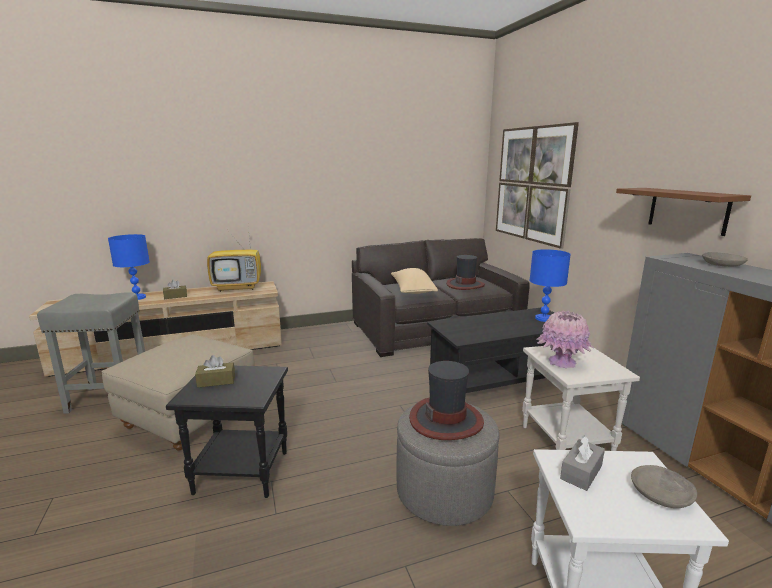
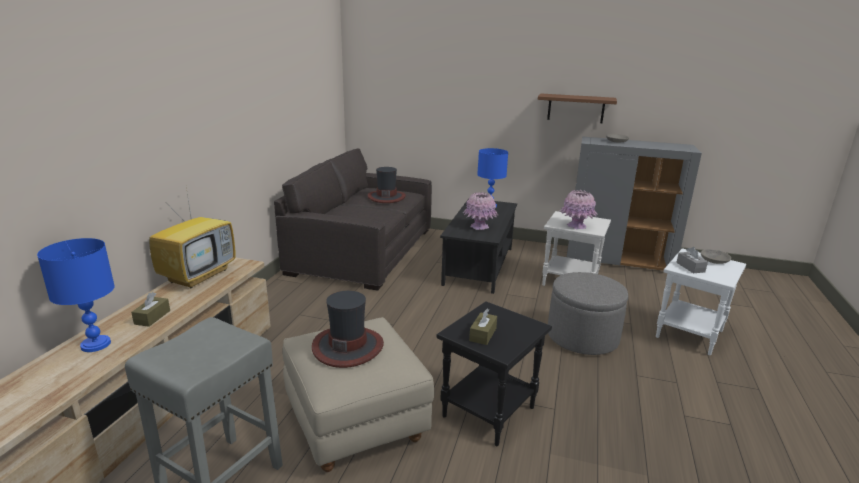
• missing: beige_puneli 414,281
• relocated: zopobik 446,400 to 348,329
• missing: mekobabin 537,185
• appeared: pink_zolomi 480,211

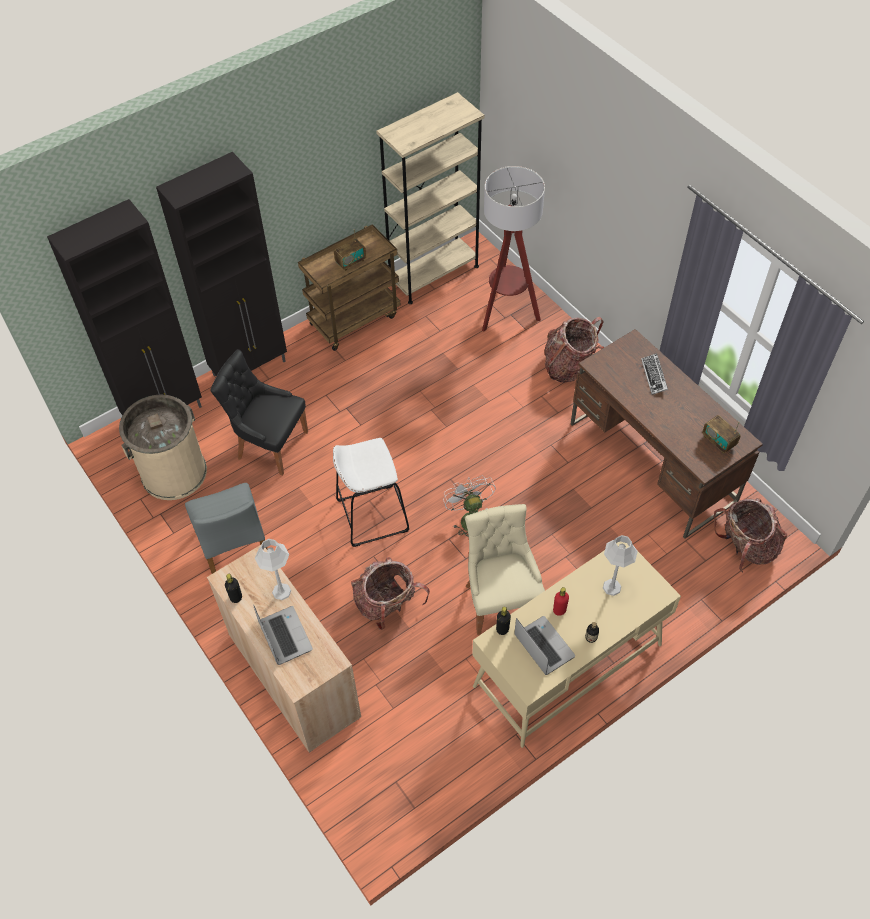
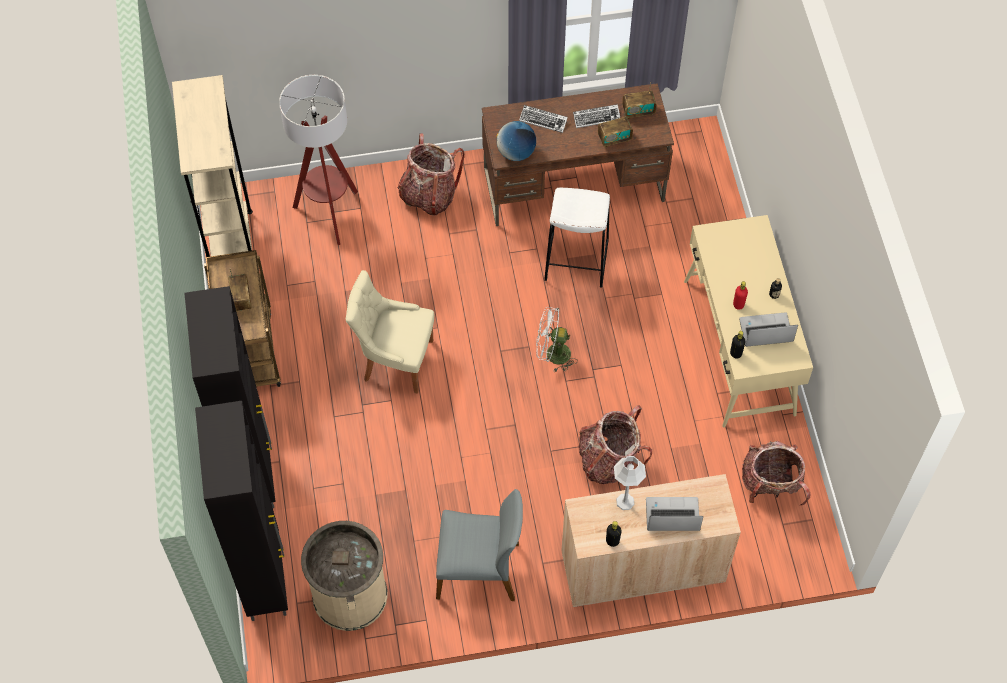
• missing: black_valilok 259,412
• relocated: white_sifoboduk 371,492 to 577,238
• relocated: beige_valilok 505,569 to 390,332
• missing: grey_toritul 620,565
• relocated: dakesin 751,535 to 776,473
• appeared: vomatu 516,141
• appeared: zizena 596,116
• appeared: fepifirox 615,128

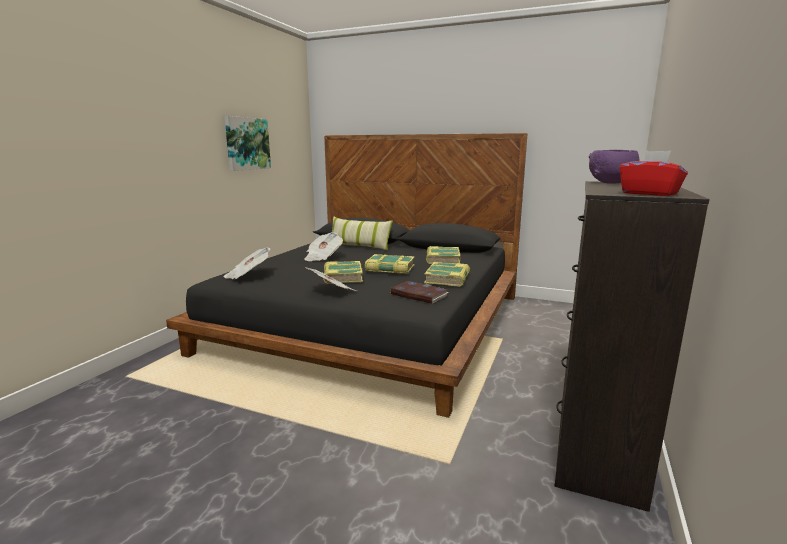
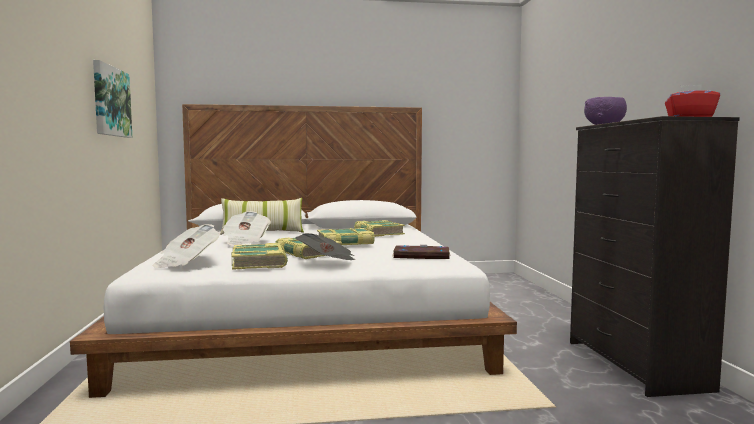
• colour: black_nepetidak 346,275 to white_nepetidak 293,251
• relocated: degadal 447,274 to 260,256

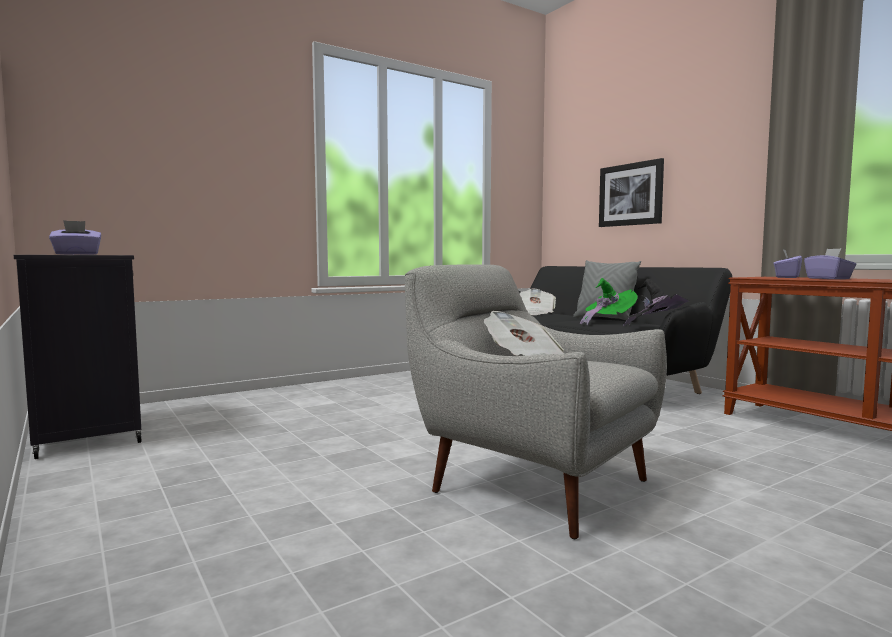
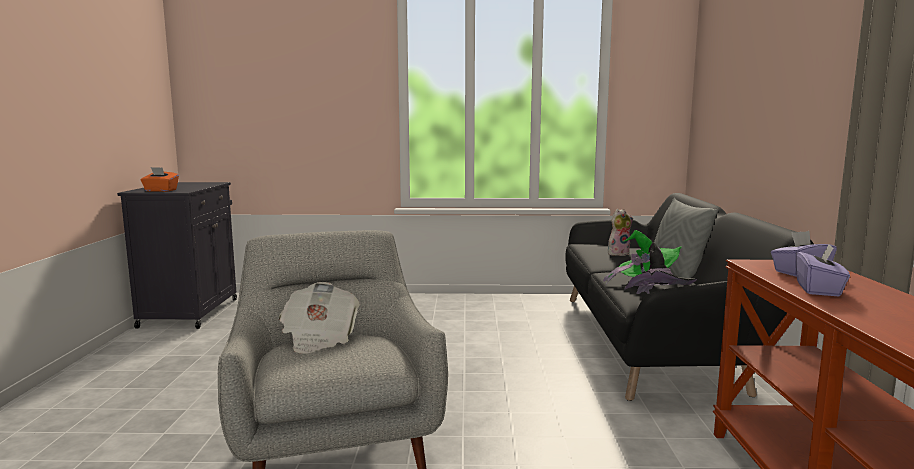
• colour: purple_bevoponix 75,237 to orange_bevoponix 159,179
• exchanged: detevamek 538,302 to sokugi 620,232
• missing: mekobabin 631,192

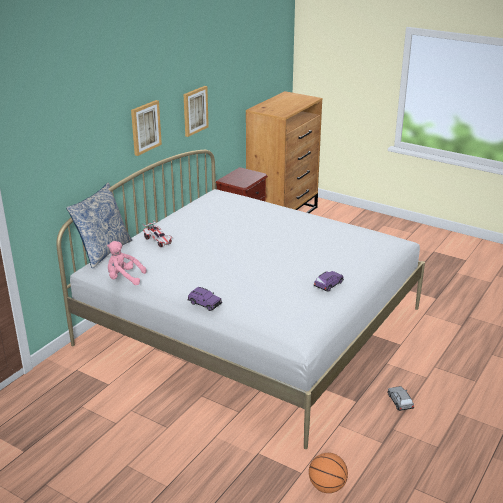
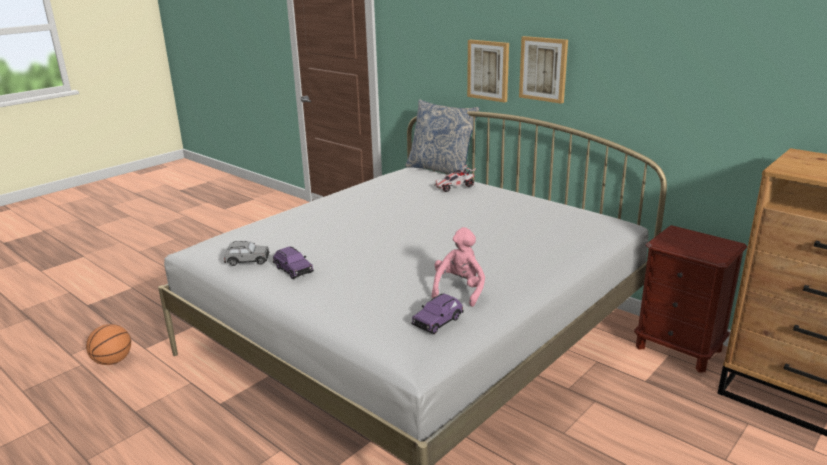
• relocated: pink_sokugi 126,263 to 458,267
• relocated: mekobabin 196,111 to 488,71
• relocated: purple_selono 204,299 to 437,313
• relocated: grey_selono 400,398 to 246,253

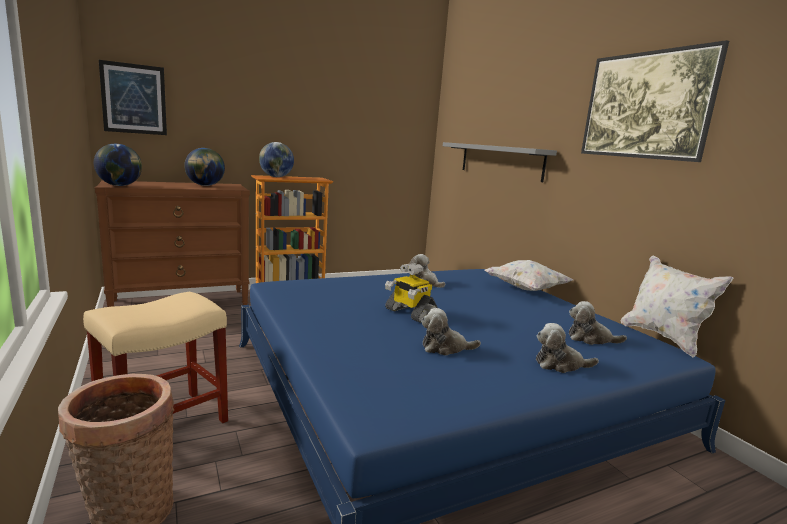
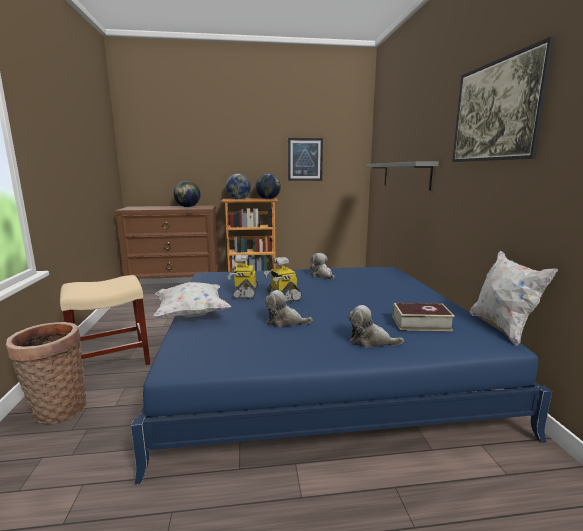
• relocated: vomatu 118,165 to 268,186
• relocated: mekobabin 133,97 to 305,159
• relocated: white_puneli 528,275 to 192,300
• exchanged: sokugi 598,323 to degadal 424,317
• appeared: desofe 243,277

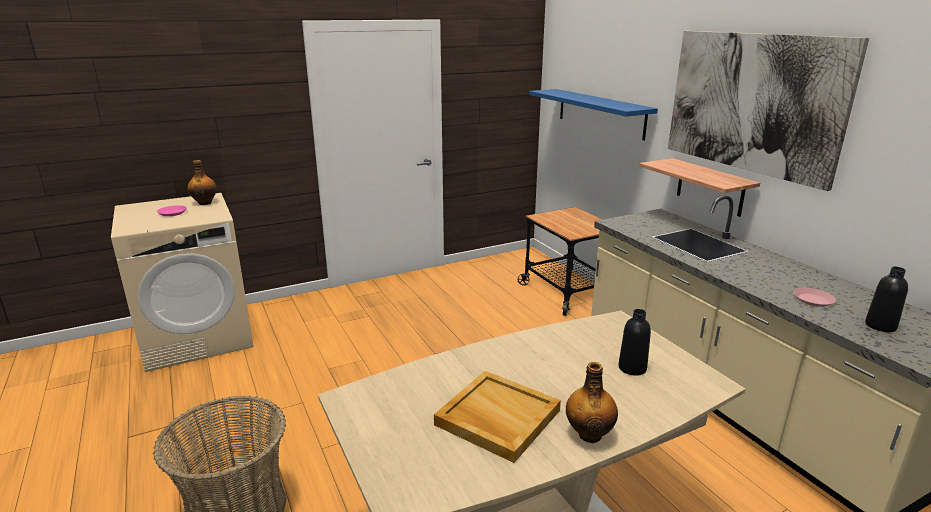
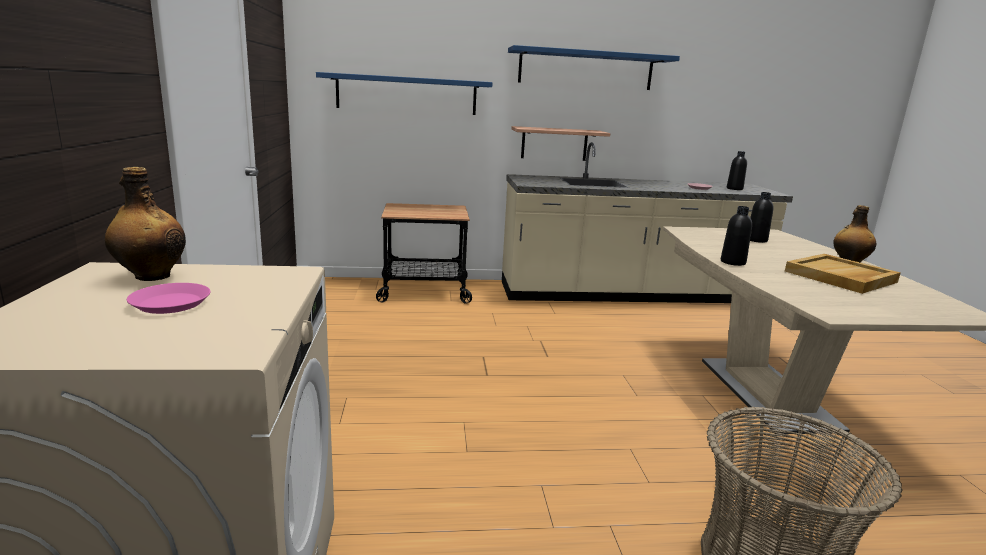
• exchanged: mekobabin 768,111 to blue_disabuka 594,67
• appeared: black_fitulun 736,236

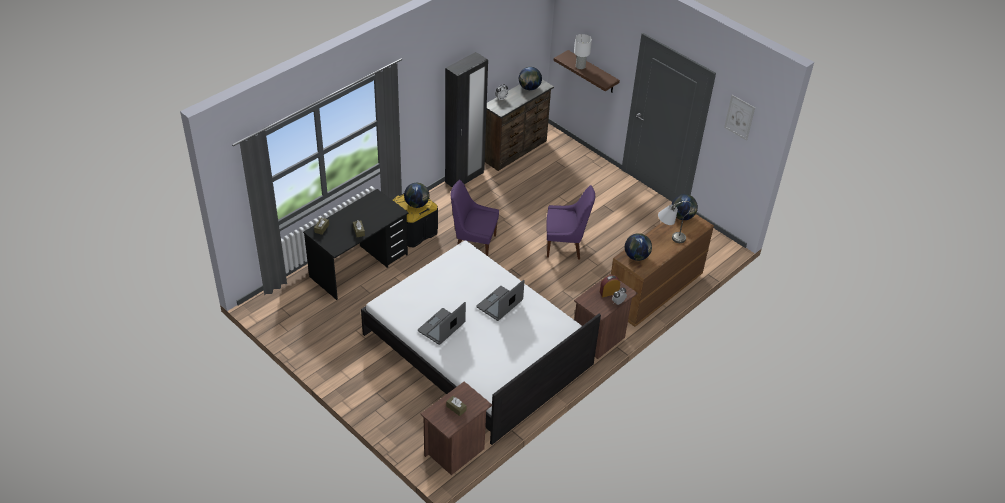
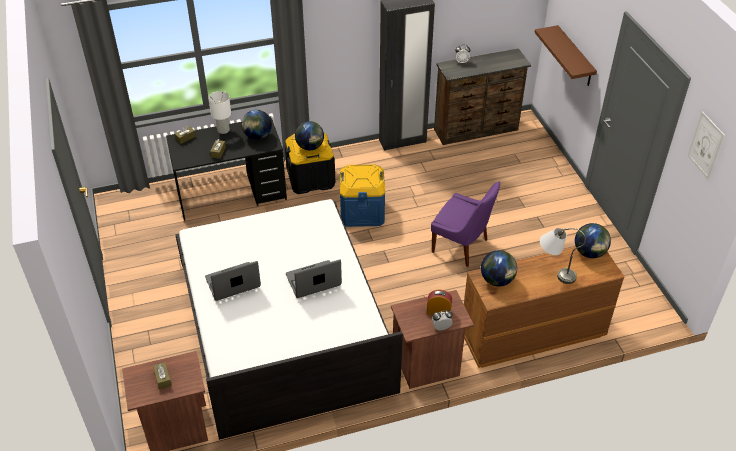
• exchanged: purple_valilok 475,218 to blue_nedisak 362,195
• relocated: vomatu 530,78 to 257,125
• relocated: white_toritul 583,51 to 219,112

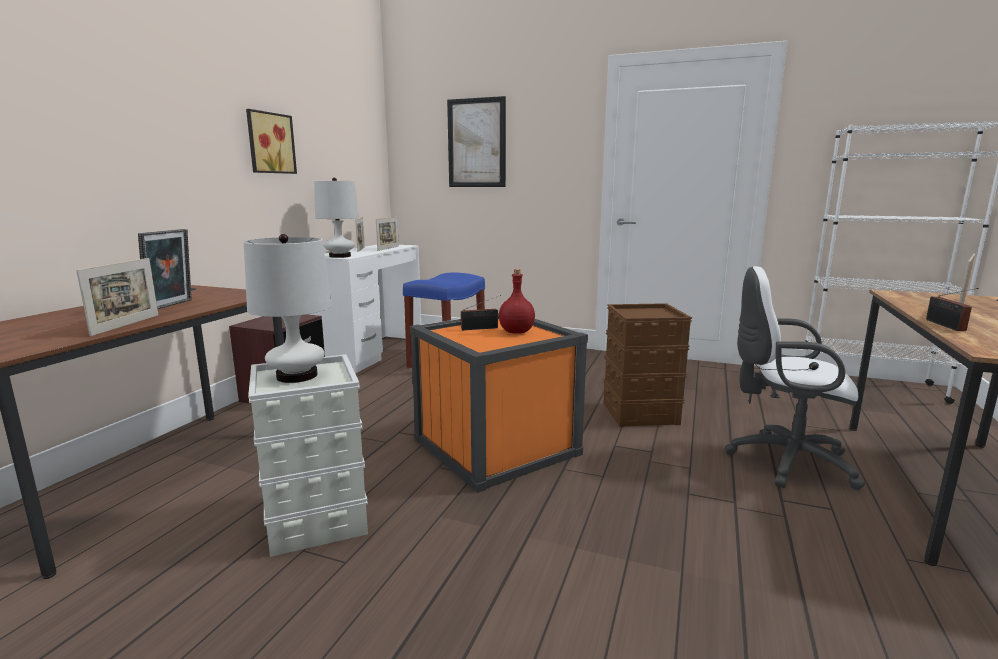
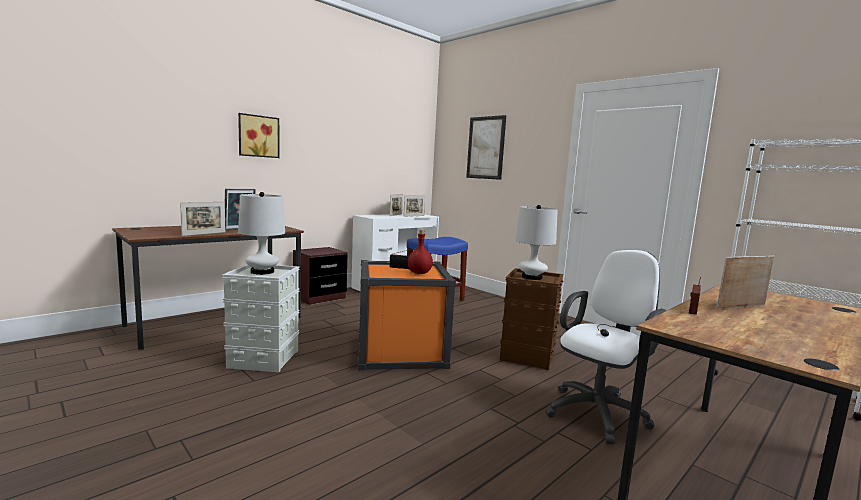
• relocated: mekobabin 271,141 to 259,135
• relocated: white_toritul 336,218 to 536,242
• spun: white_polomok 795,378 = 605,347 90 degrees clockwise

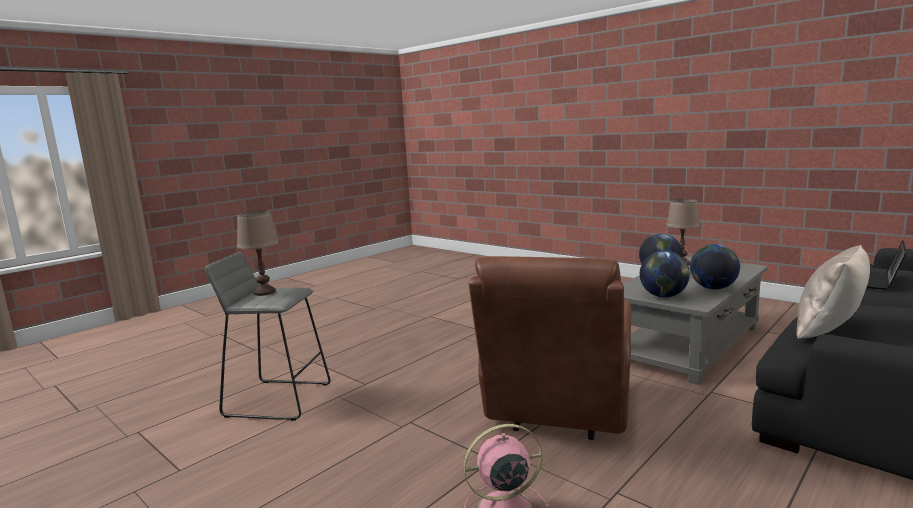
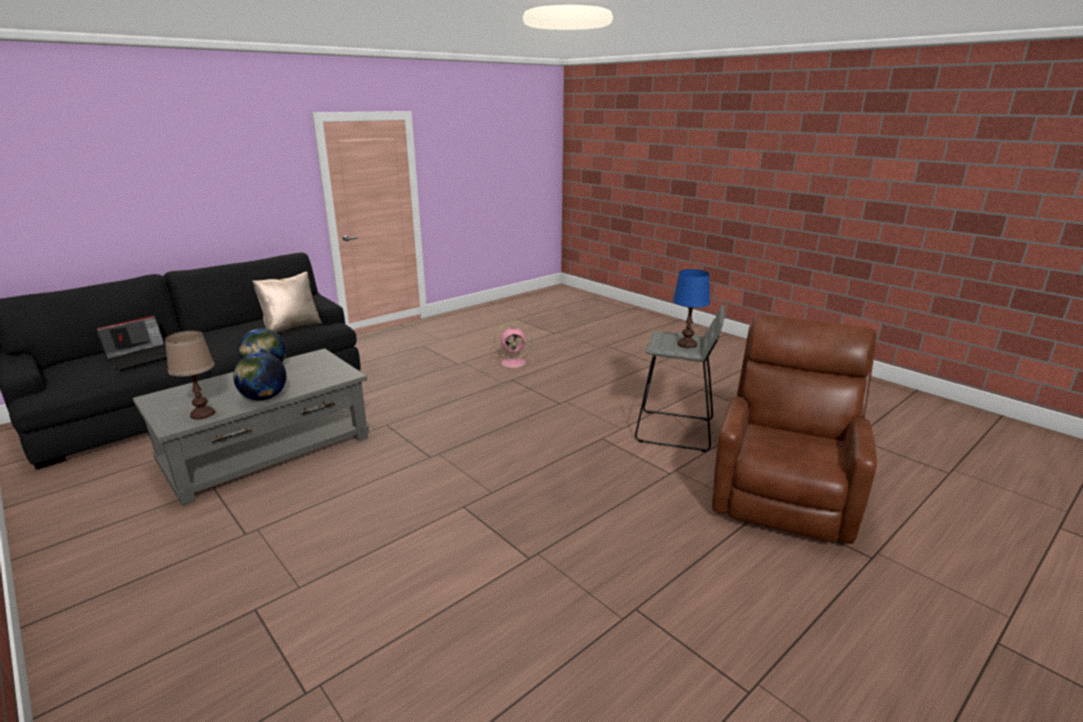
• colour: brown_toritul 258,253 to blue_toritul 691,308
• relocated: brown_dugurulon 550,348 to 794,429
• missing: vomatu 665,274

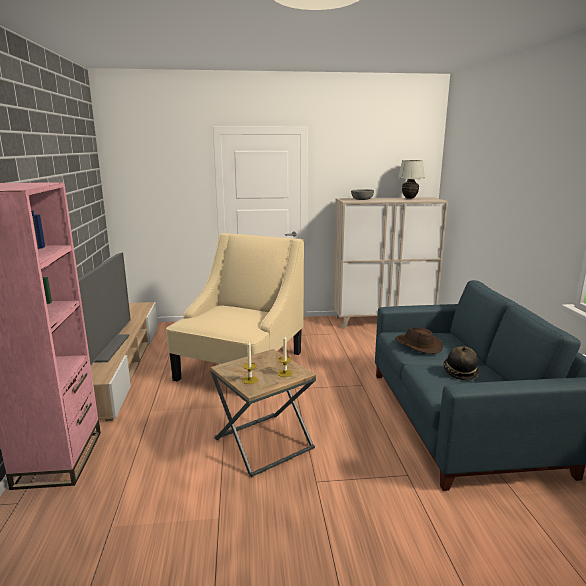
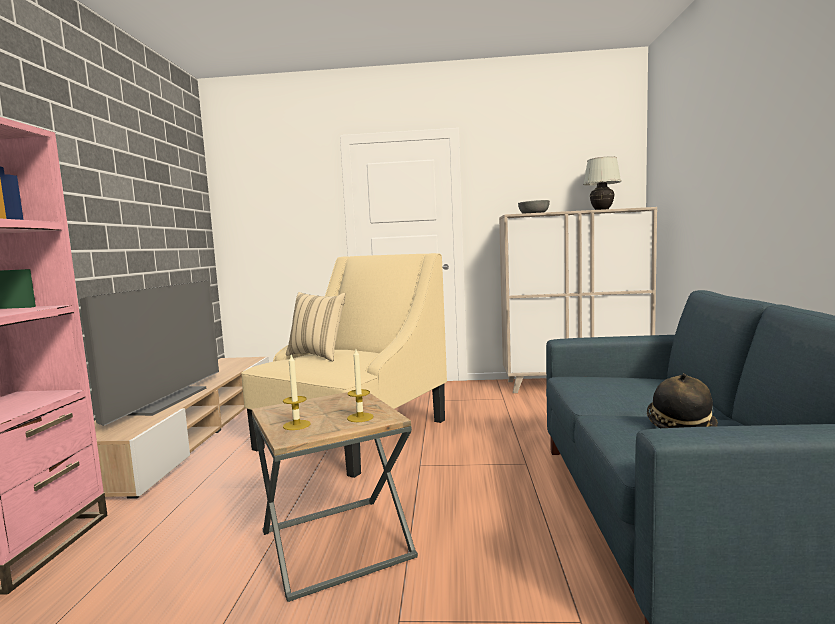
• missing: brown_zopobik 419,340
• appeared: beige_puneli 316,326

